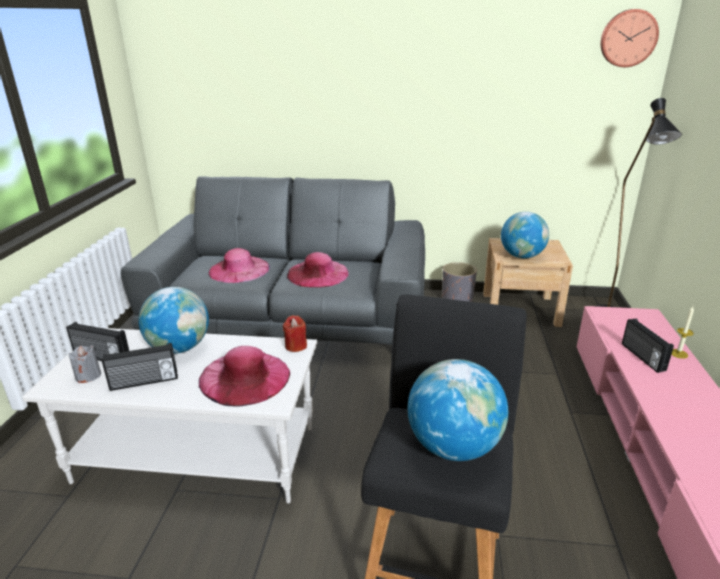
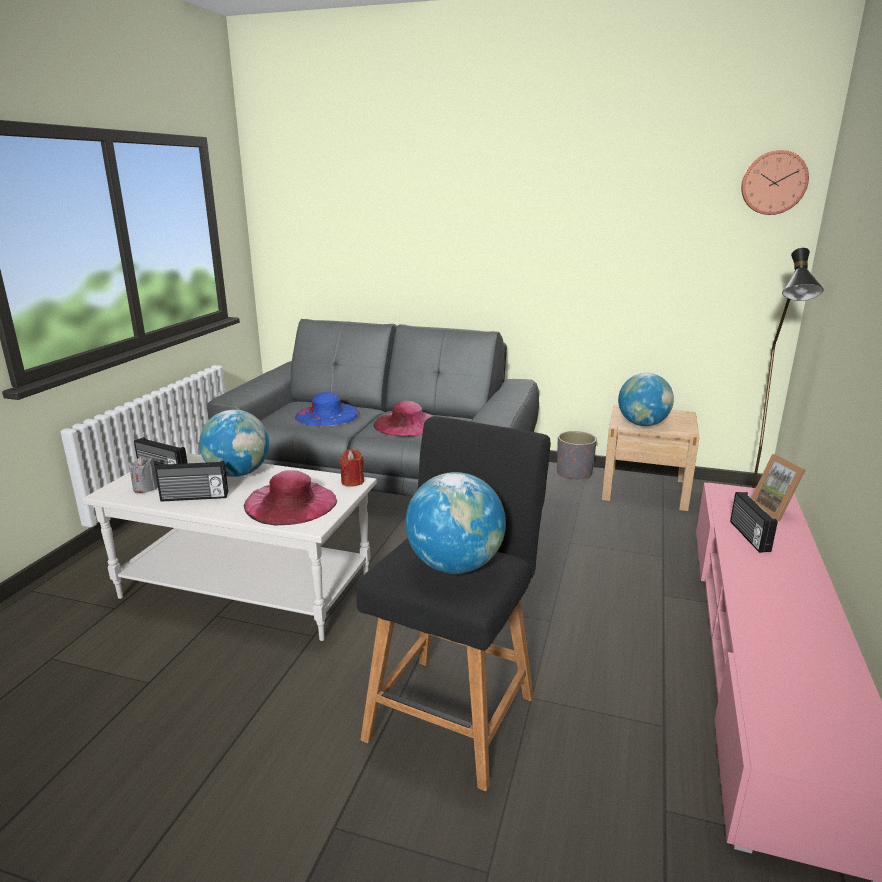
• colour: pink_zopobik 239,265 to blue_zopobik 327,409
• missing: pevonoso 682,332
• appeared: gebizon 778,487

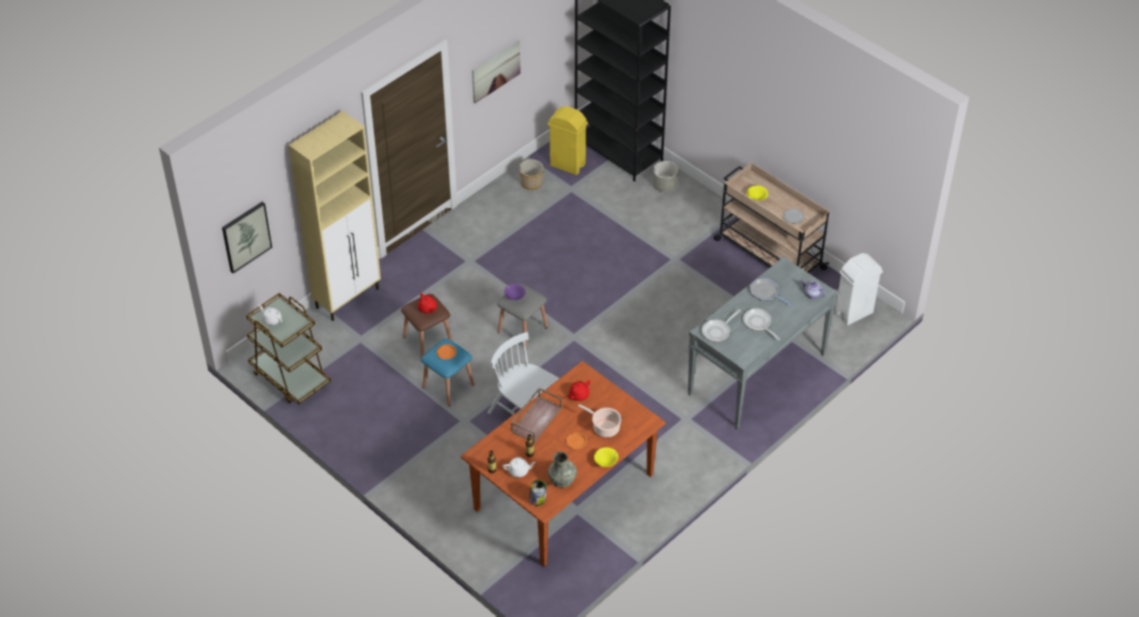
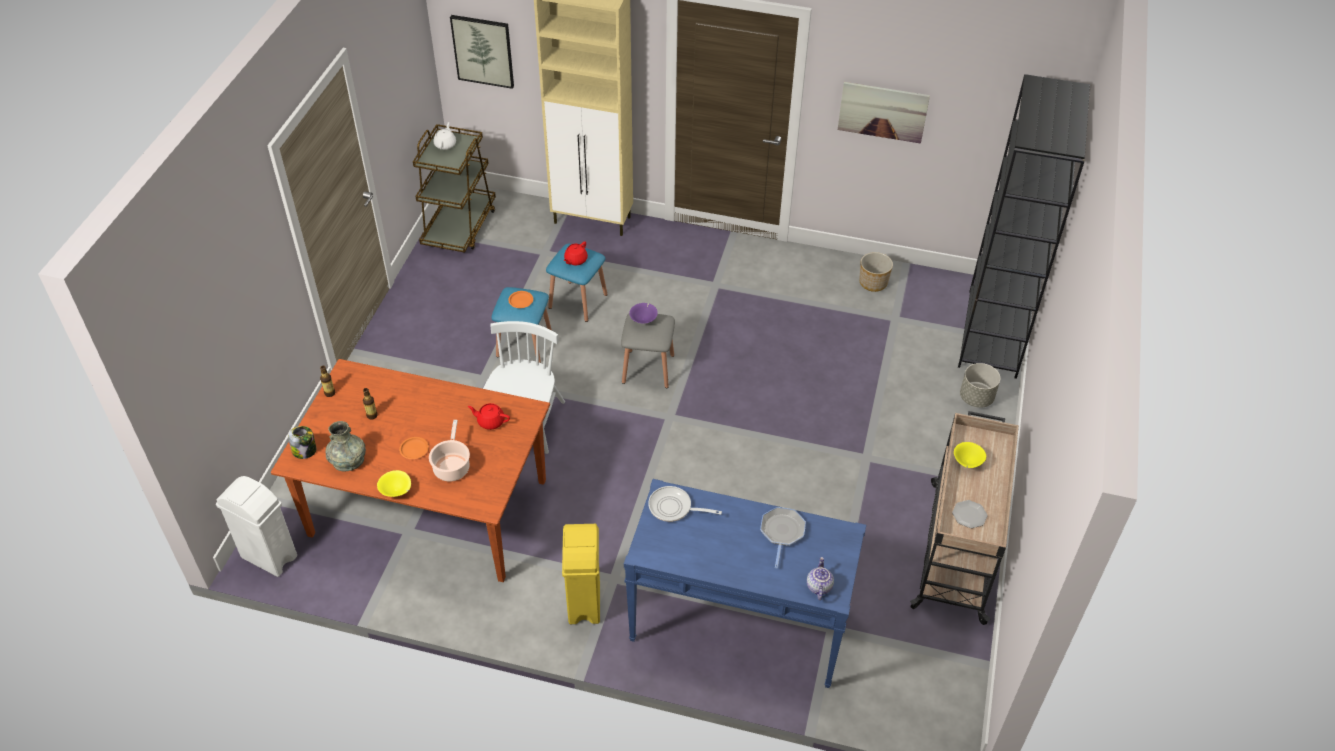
• colour: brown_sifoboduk 426,325 to blue_sifoboduk 576,283
• missing: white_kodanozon 519,467
• missing: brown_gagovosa 536,415
• relocated: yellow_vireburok 568,140 to 581,574
• colour: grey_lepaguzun 762,342 to blue_lepaguzun 745,583
• missing: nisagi 761,324
• relocated: white_vireburok 859,289 to 256,526

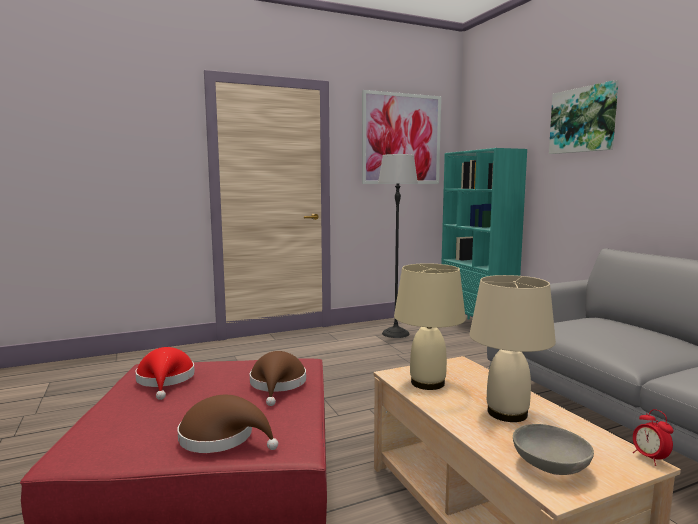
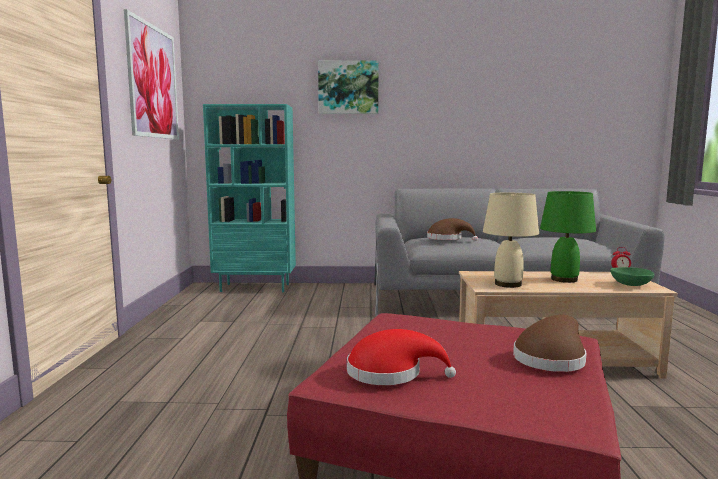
• relocated: brown_zopobik 278,378 to 452,229
• missing: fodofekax 398,246
• colour: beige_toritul 512,348 to green_toritul 568,237
• colour: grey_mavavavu 553,449 to green_mavavavu 632,276

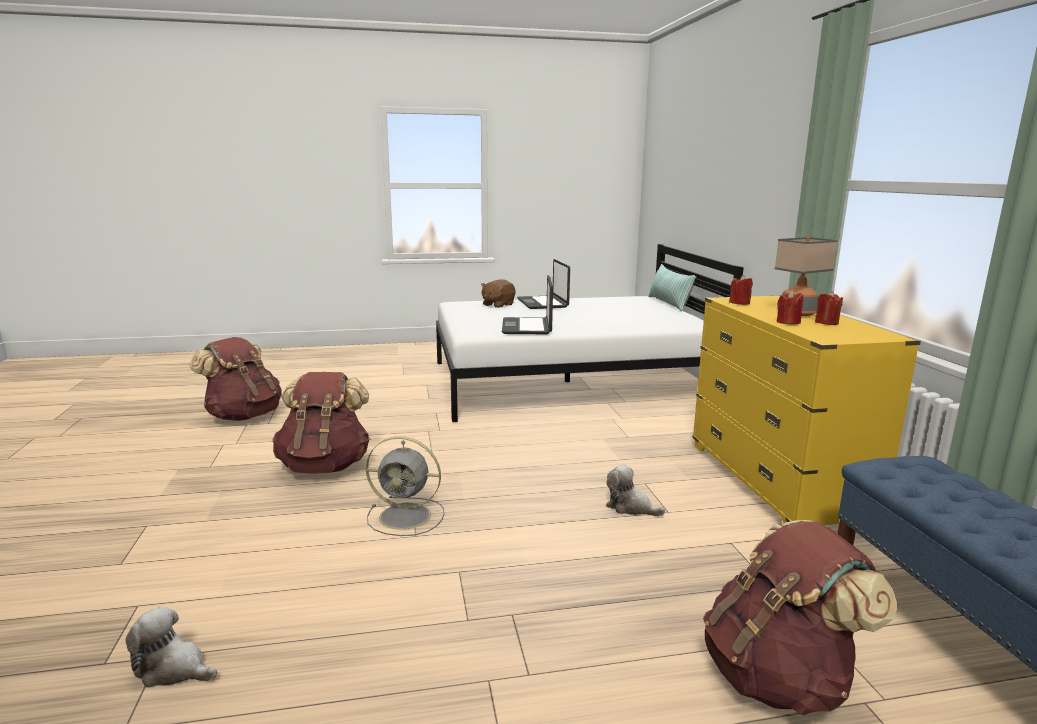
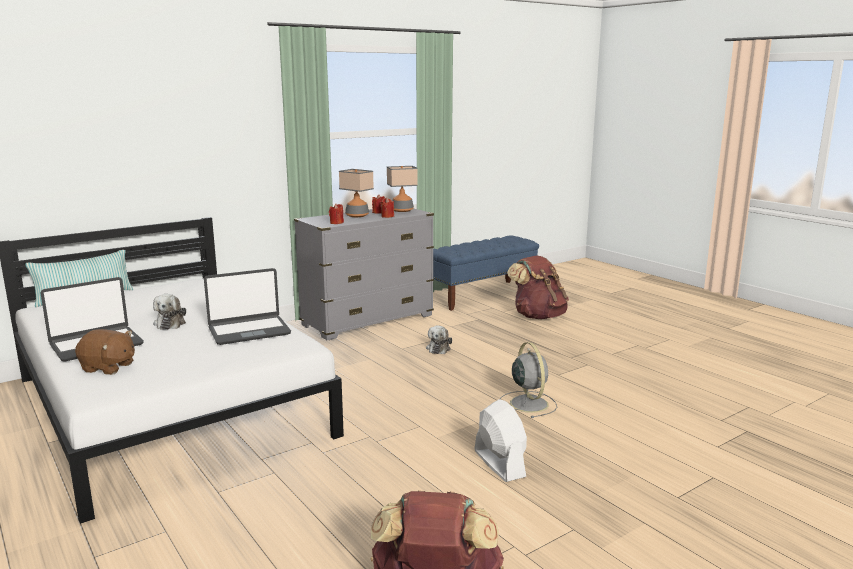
• relocated: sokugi 171,647 to 169,312
• exchanged: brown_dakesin 321,423 to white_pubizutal 501,440
• colour: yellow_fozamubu 806,410 to grey_fozamubu 364,274
• appeared: toritul 402,189

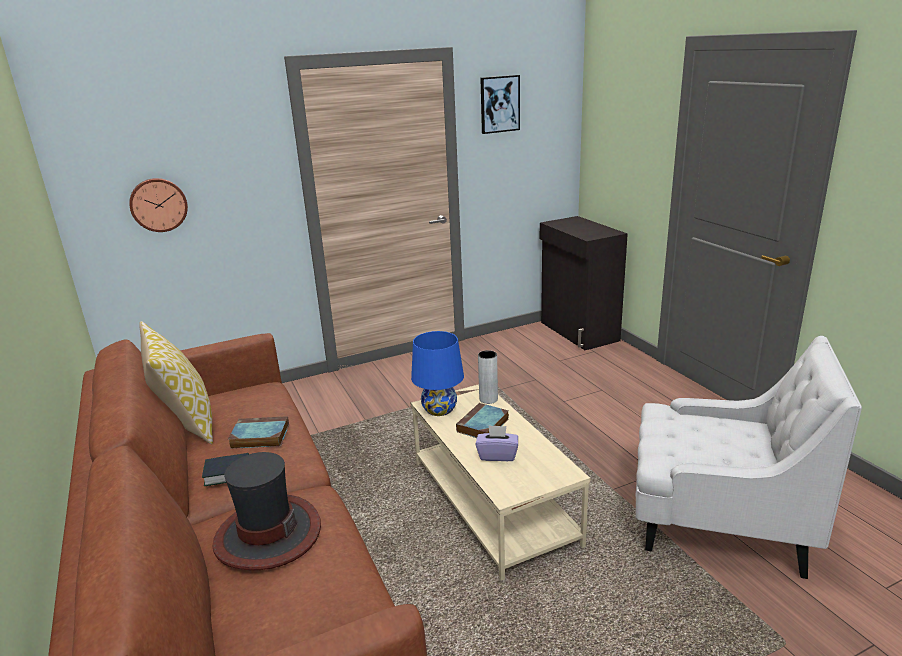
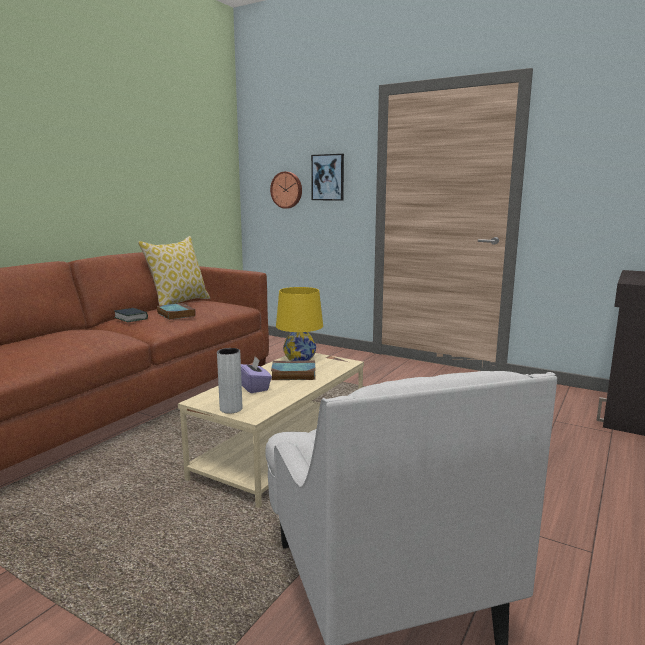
• missing: zopobik 267,511
• colour: blue_toritul 437,373 to yellow_toritul 299,324
• relocated: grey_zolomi 488,377 to 229,381
• relocated: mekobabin 500,104 to 327,177

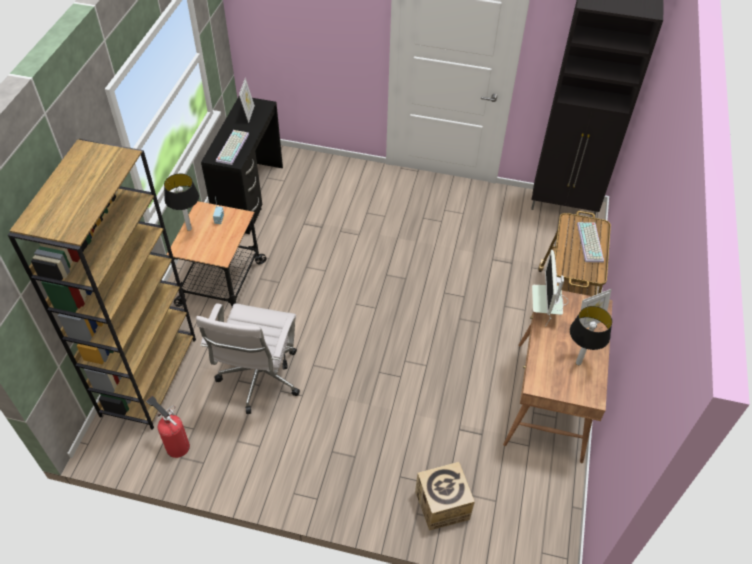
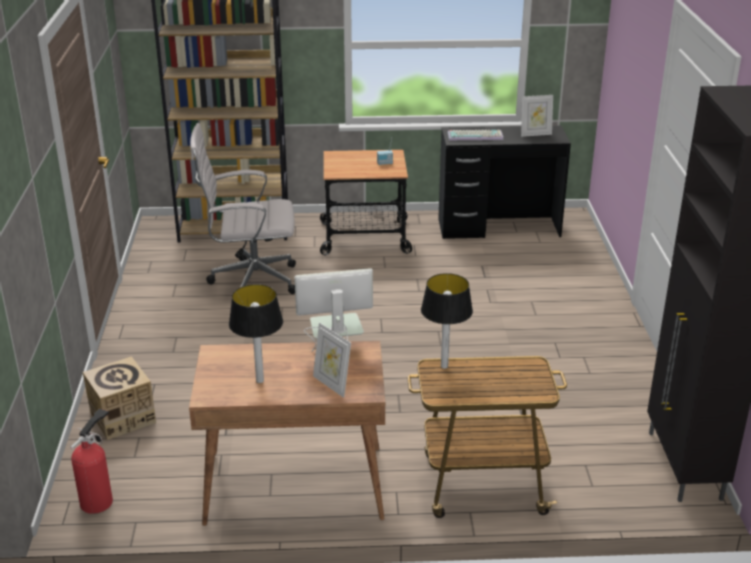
• relocated: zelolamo 168,427 to 91,461
• relocated: toritul 181,202 to 447,321
• missing: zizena 590,242

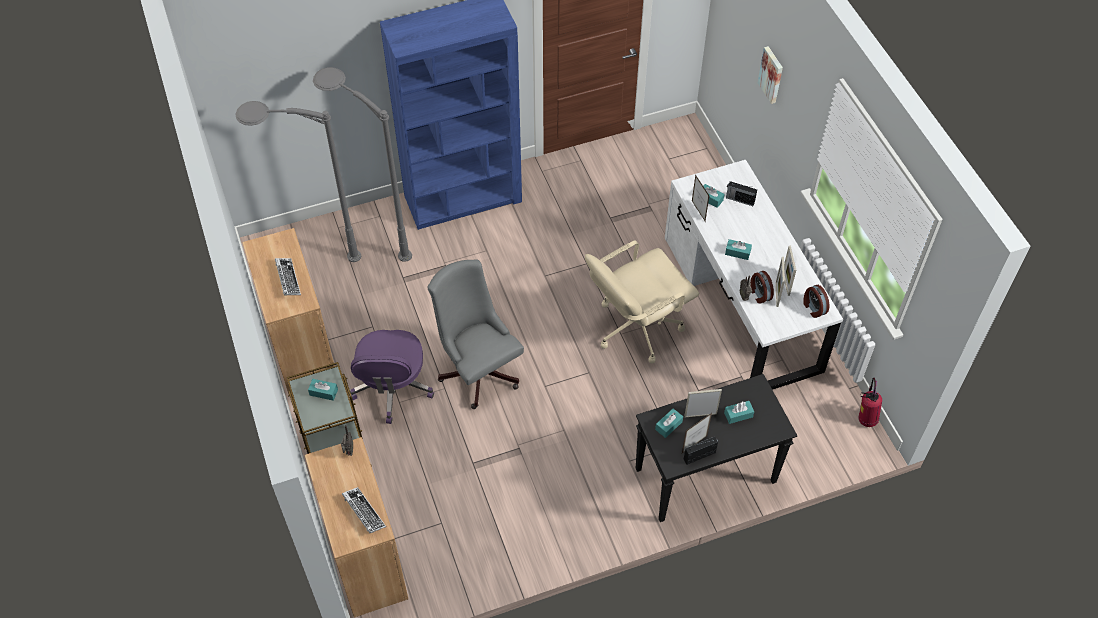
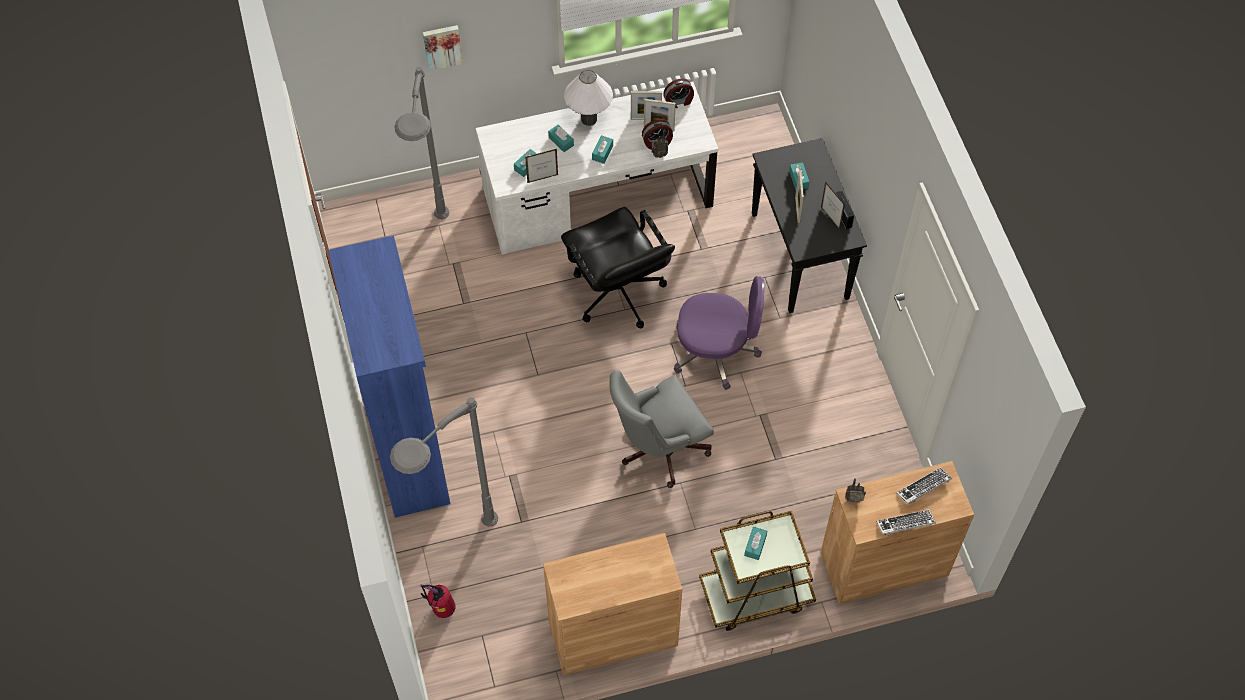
• relocated: grey_fodofekax 298,181 to 421,143
• relocated: zizena 288,276 to 906,522
• relocated: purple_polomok 392,377 to 719,333
• colour: beige_polomok 642,302 to black_polomok 618,268
• relocated: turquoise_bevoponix 669,423 to 561,138
• missing: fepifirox 741,193
• relocated: zelolamo 870,402 to 438,601
• appeared: white_toritul 588,98

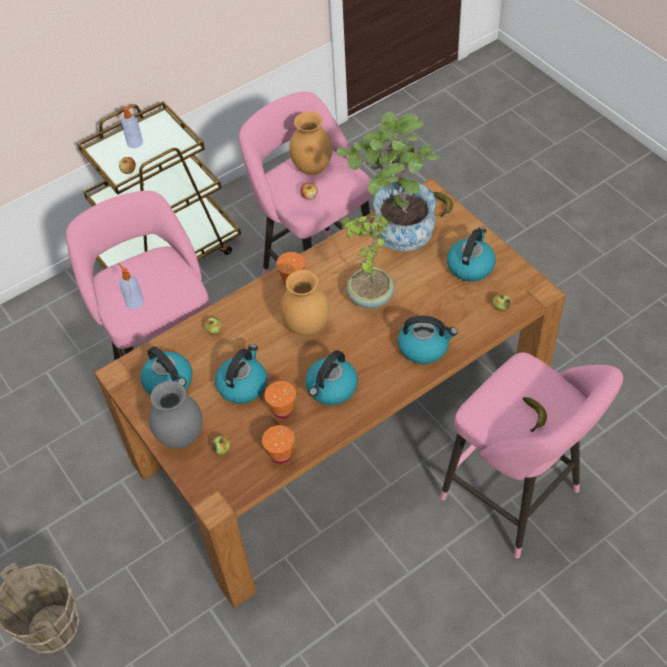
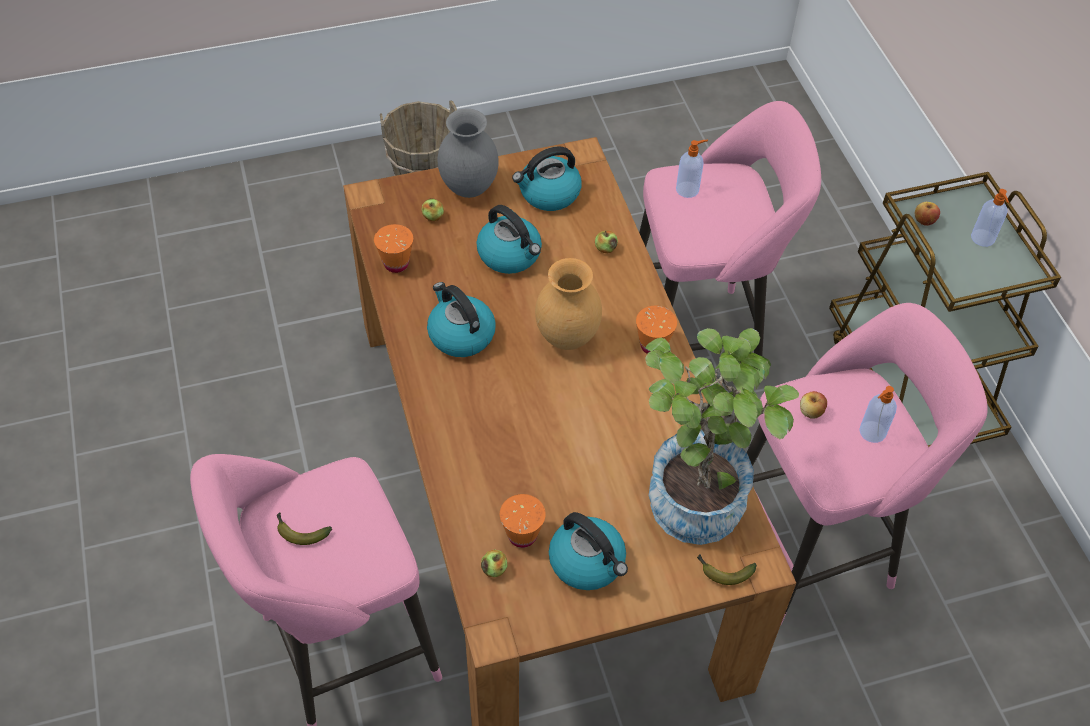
• relocated: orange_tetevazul 280,400 to 523,521
• exchanged: brown_zolomi 310,143 to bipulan 878,414
• missing: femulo 367,262
• missing: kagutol 428,340

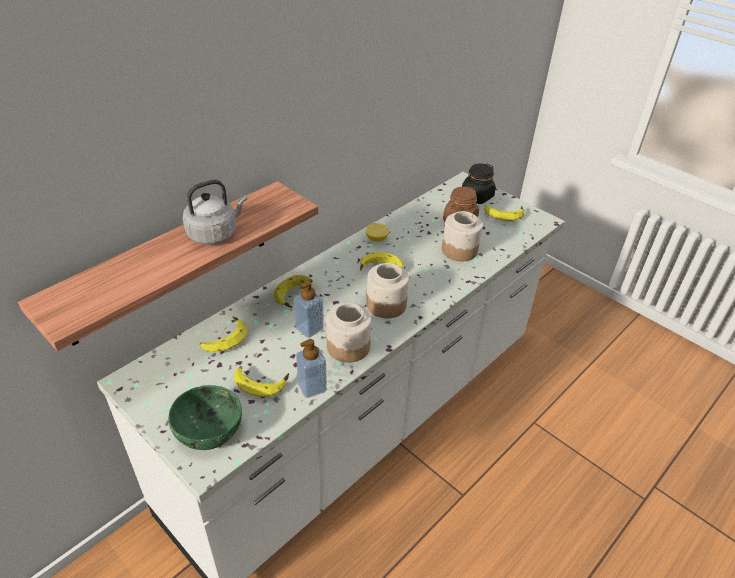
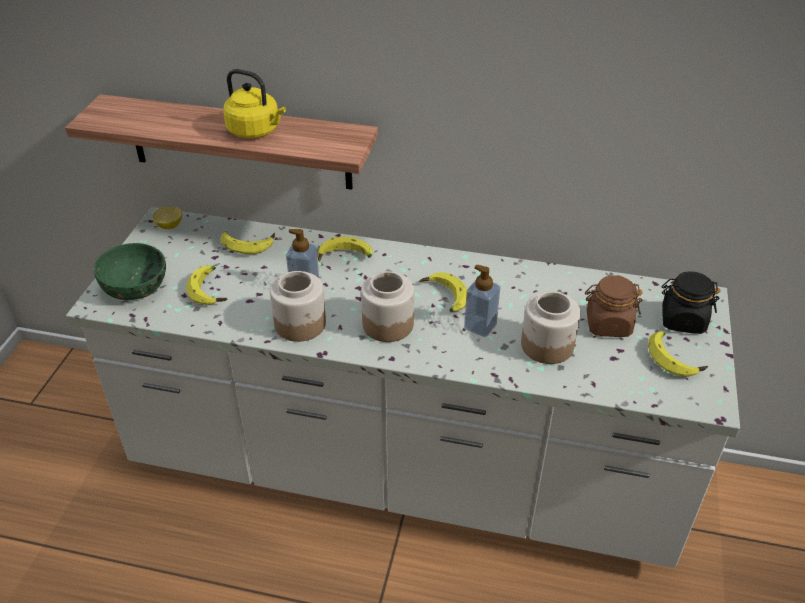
• colour: grey_kagutol 215,212 to yellow_kagutol 254,104
• relocated: bipulan 311,368 to 482,301
• relocated: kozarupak 377,232 to 167,217

